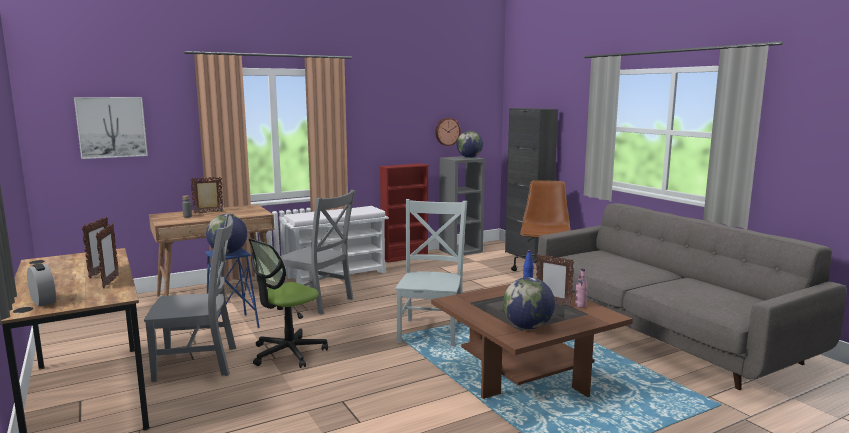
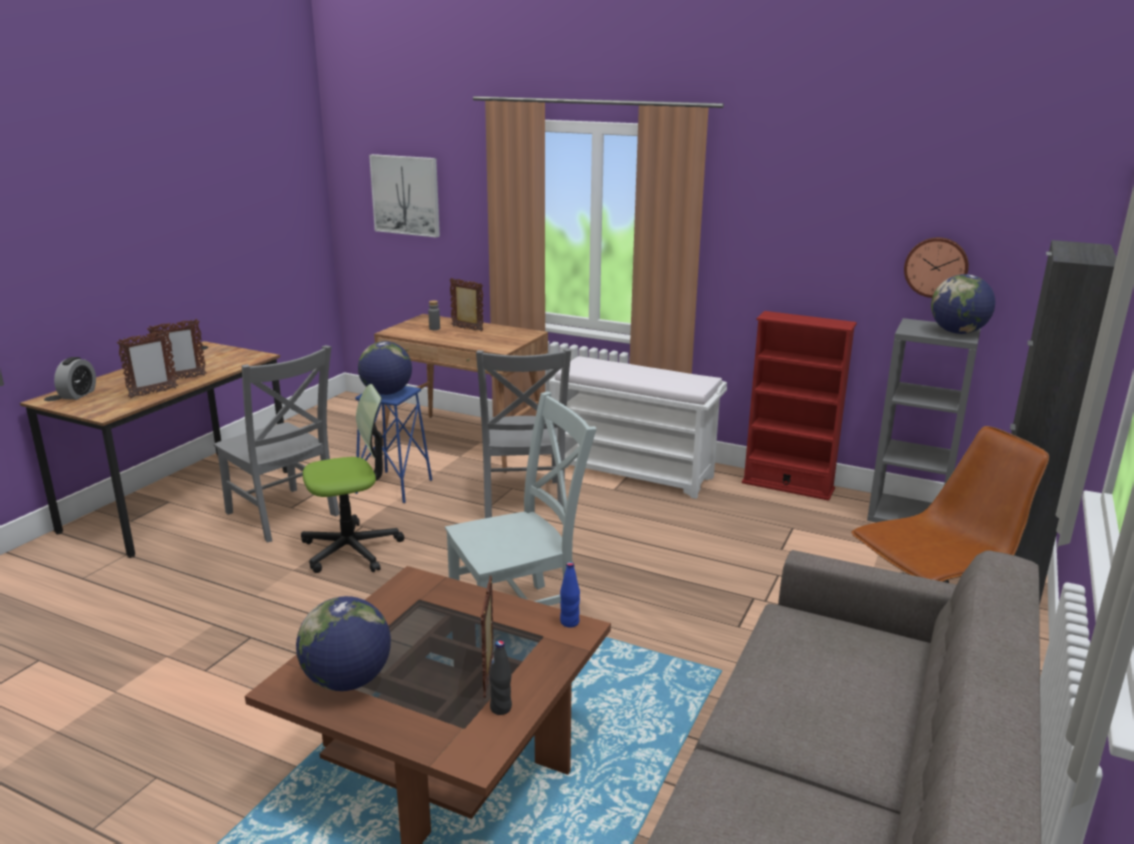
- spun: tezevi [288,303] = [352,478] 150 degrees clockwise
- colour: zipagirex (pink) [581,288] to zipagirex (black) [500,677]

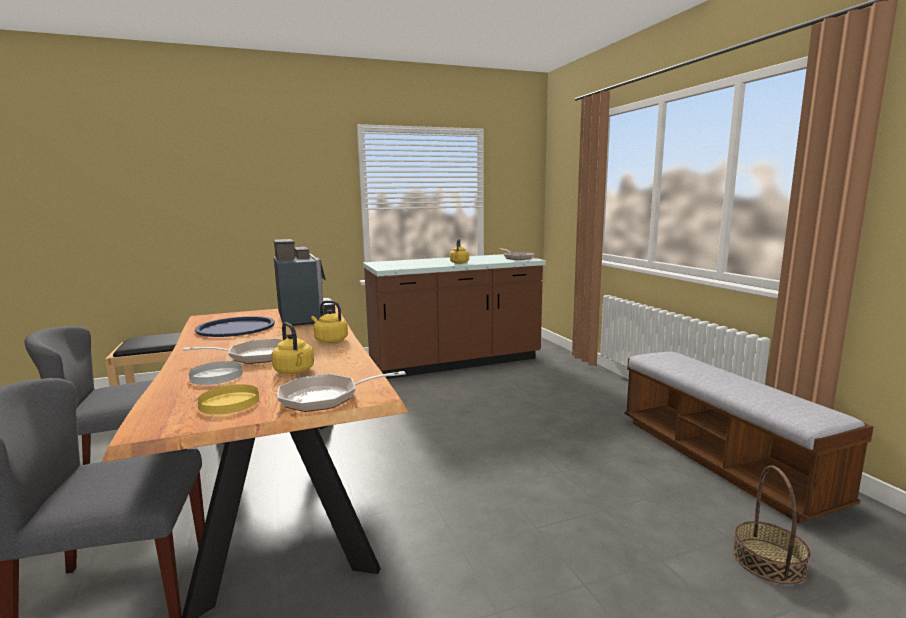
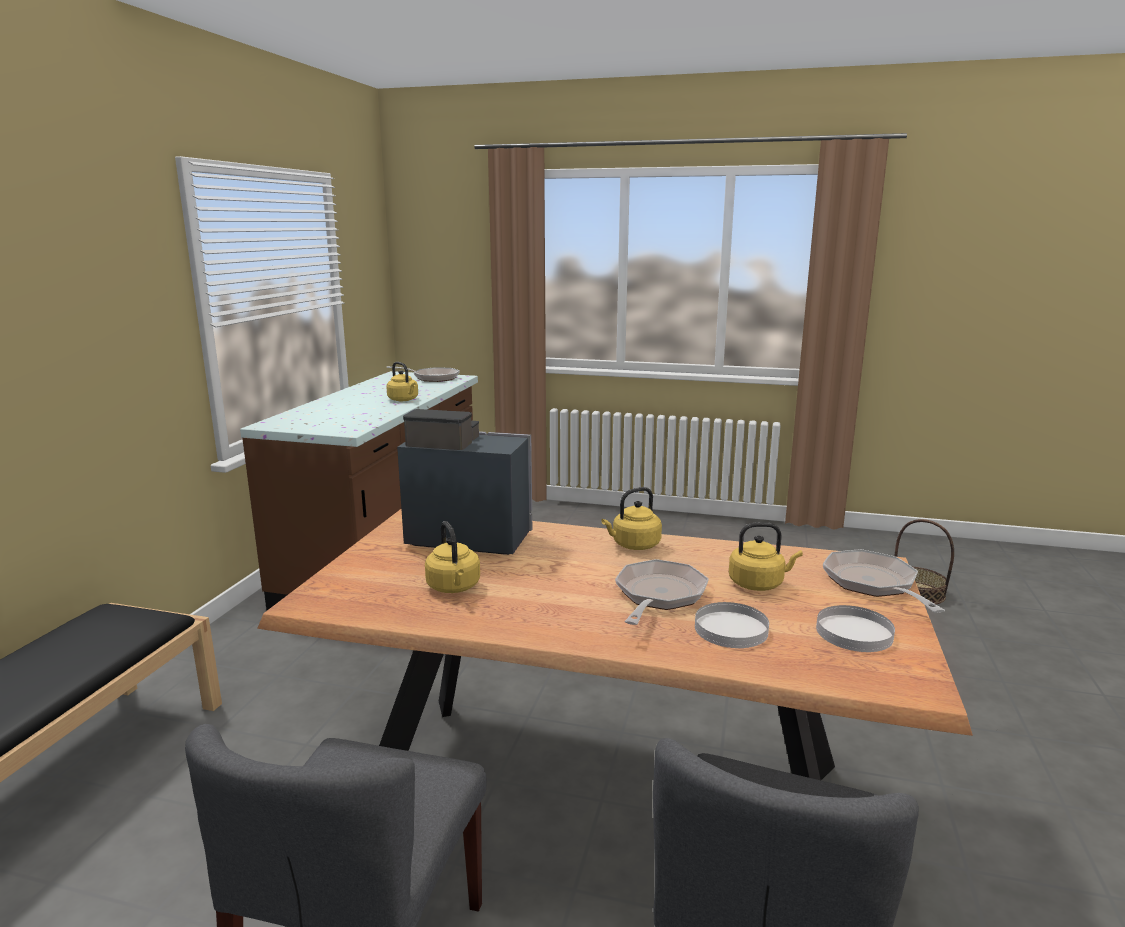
- exchanged: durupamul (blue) [235,326] to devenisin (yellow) [452,557]
- colour: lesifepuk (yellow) [228,400] to lesifepuk (white) [855,628]
- spun: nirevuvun [342,391] = [884,581] 150 degrees clockwise
- missing: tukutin [749,437]

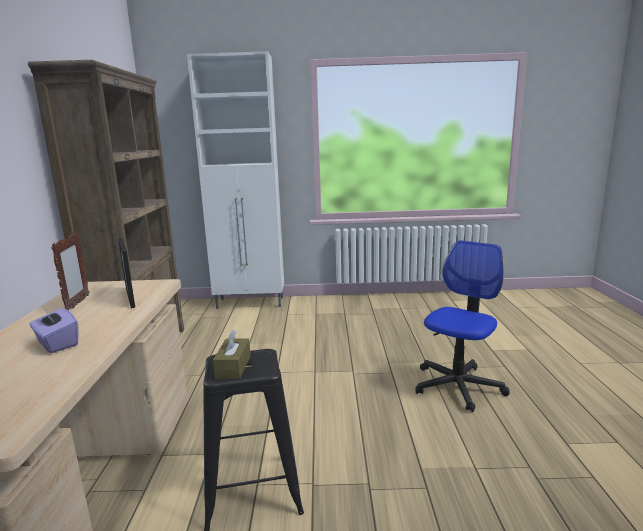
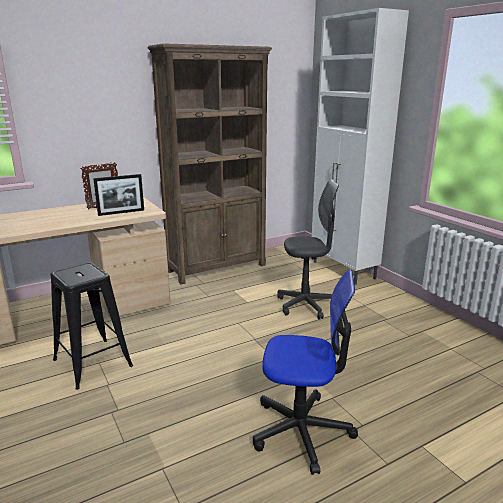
- missing: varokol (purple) [54,329]
- spun: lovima [126,273] = [118,195] 150 degrees counterclockwise
- missing: varokol (brown) [231,354]
- appeared: tezevi (grey) [308,249]

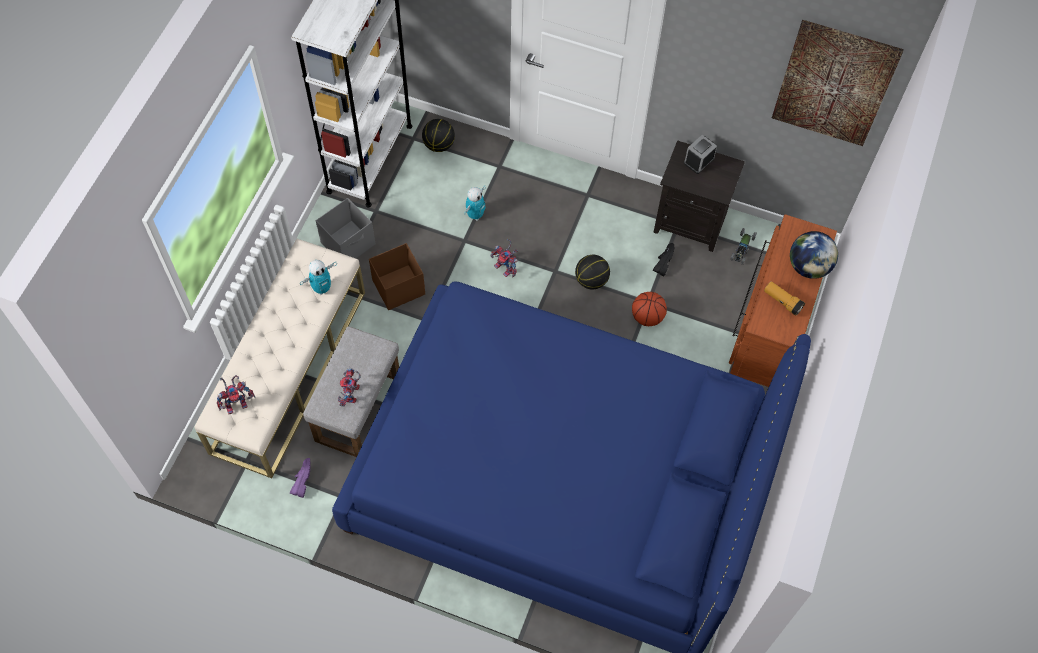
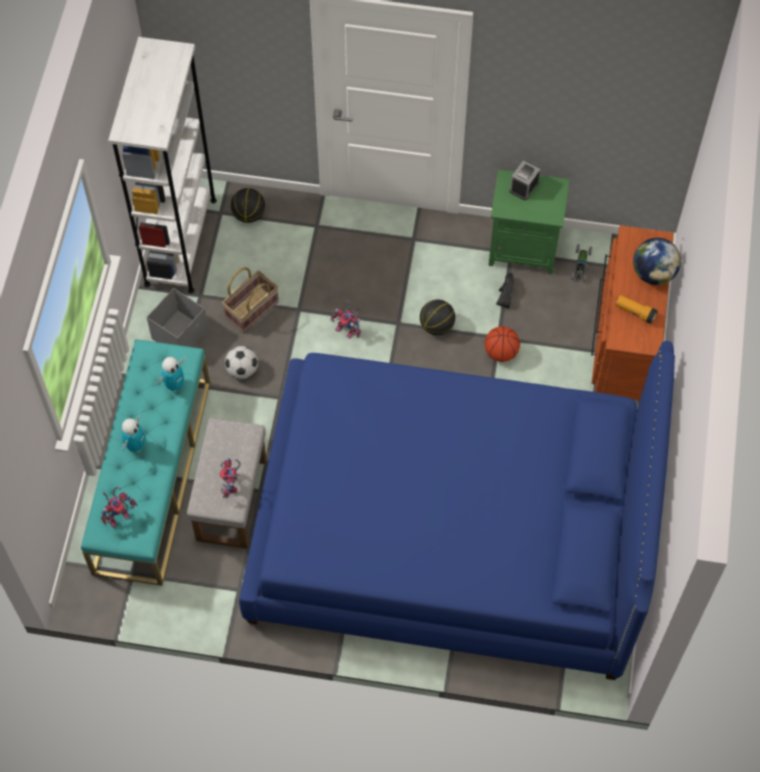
- colour: tukutin (beige) [279,358] to tukutin (turquoise) [145,462]
- missing: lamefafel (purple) [300,478]
- exchanged: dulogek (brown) [397,276] to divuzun [241,362]
- relocated: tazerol [475,203] to [134,432]
- colour: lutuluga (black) [699,196] to lutuluga (green) [529,222]
- missing: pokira [838,83]
- appeared: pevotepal [250,300]

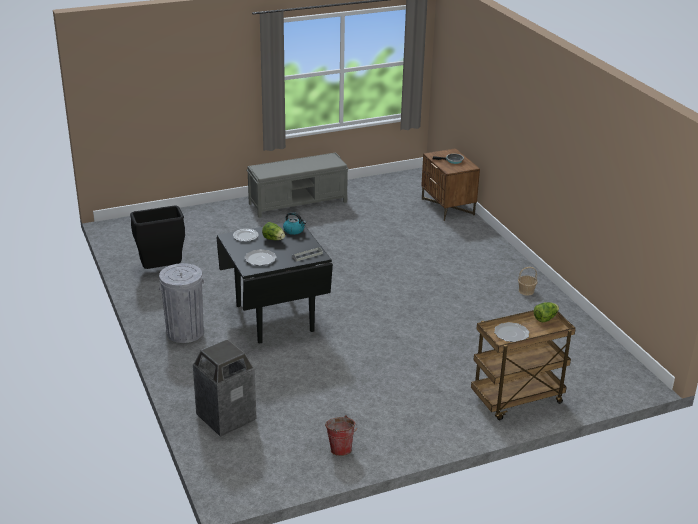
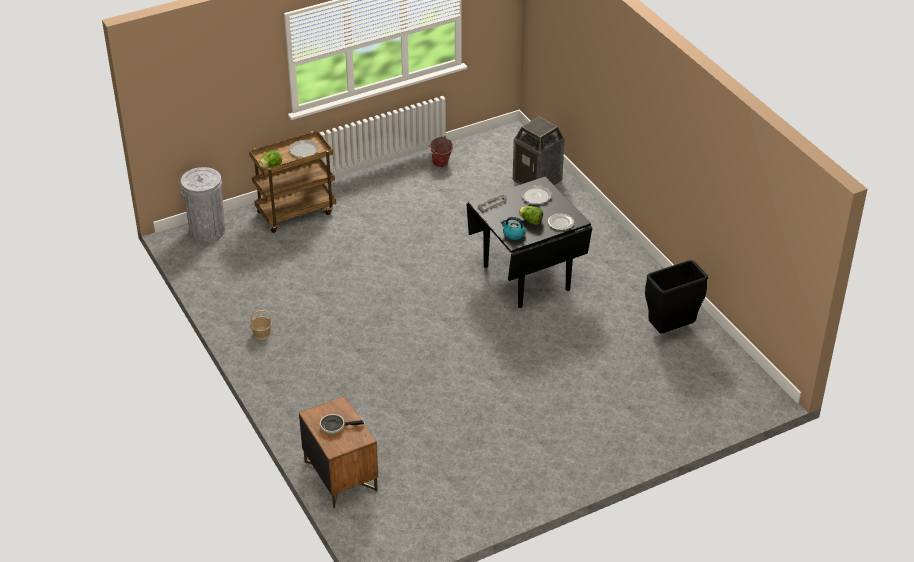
- relocated: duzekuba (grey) [181,303] to [203,204]
- missing: tukutin (grey) [297,185]

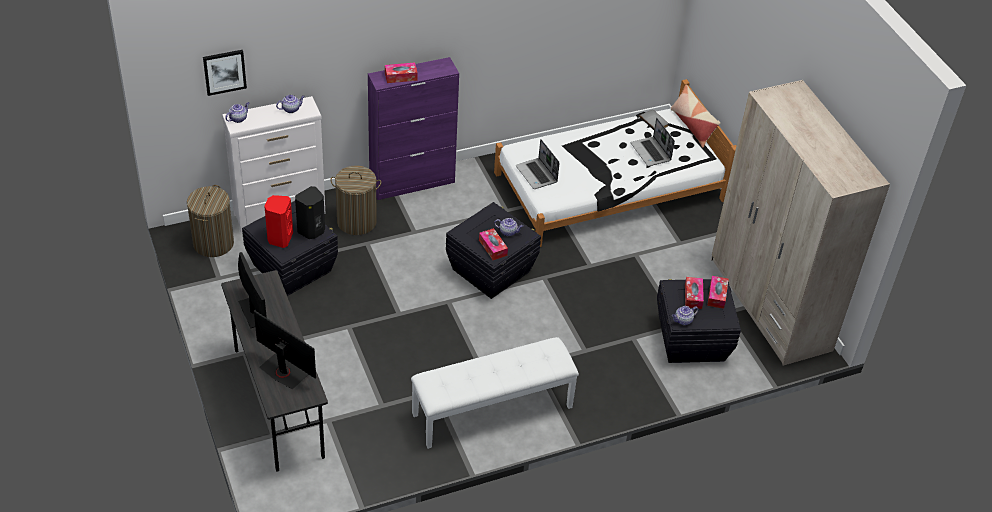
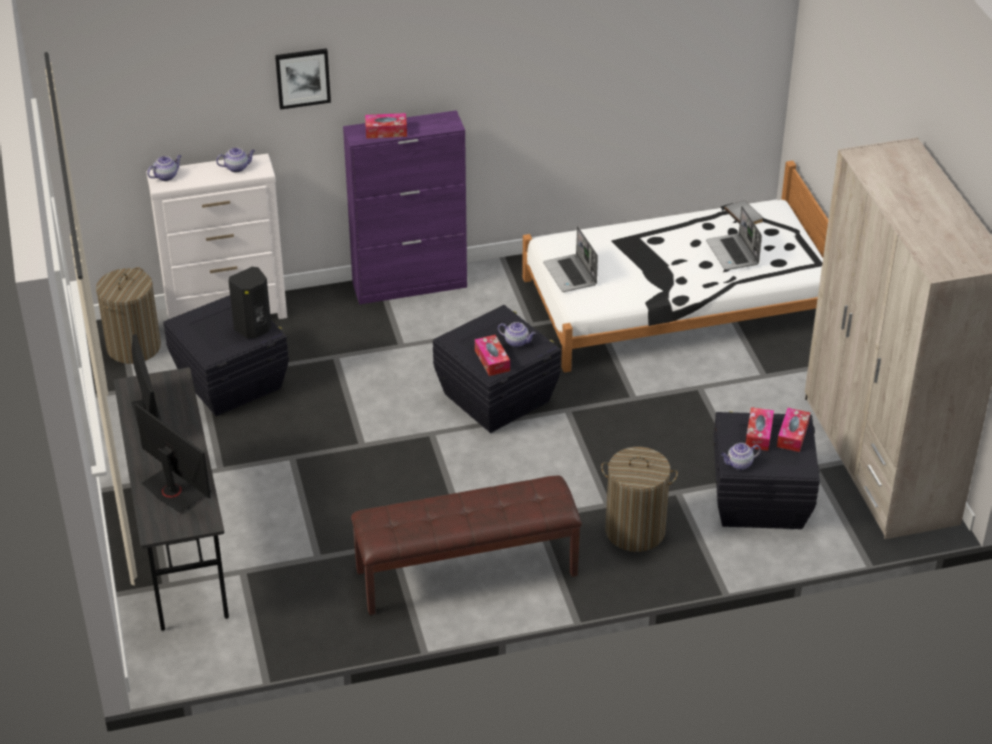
- relocated: pokira [225,73] to [303,79]
- missing: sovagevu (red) [278,221]
- relocated: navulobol [355,200] to [639,499]
- colour: tukutin (white) [495,393] to tukutin (brown) [466,545]
- missing: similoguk [695,116]

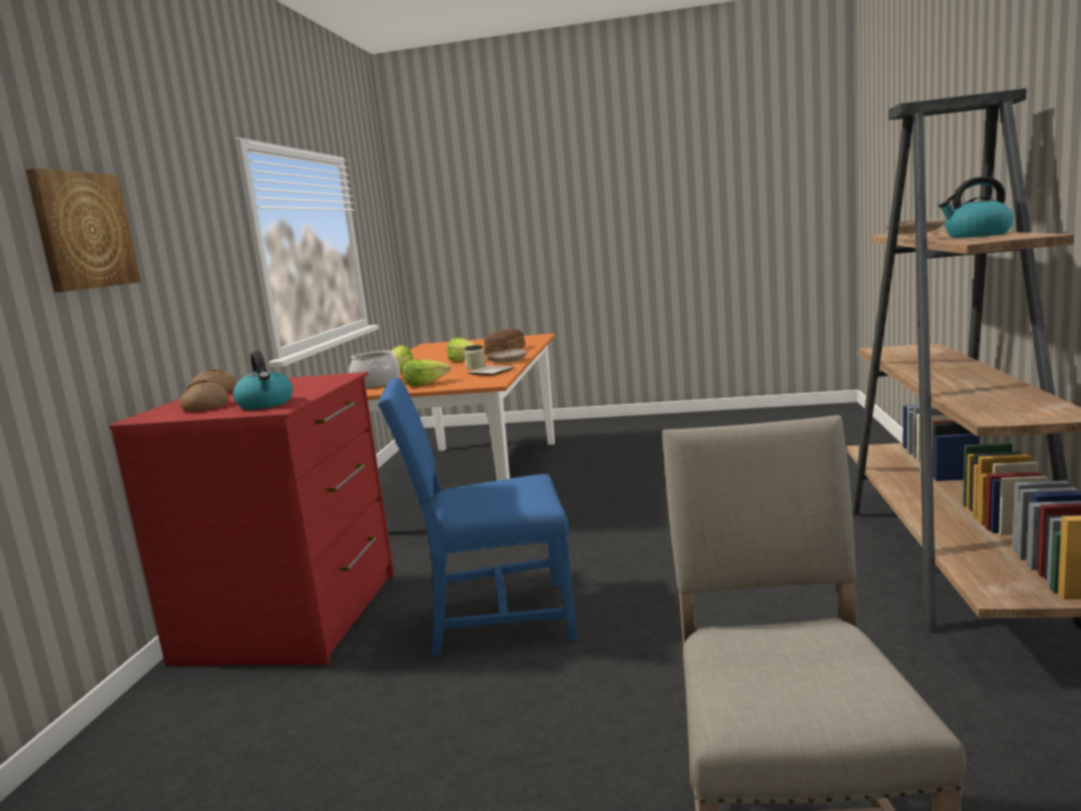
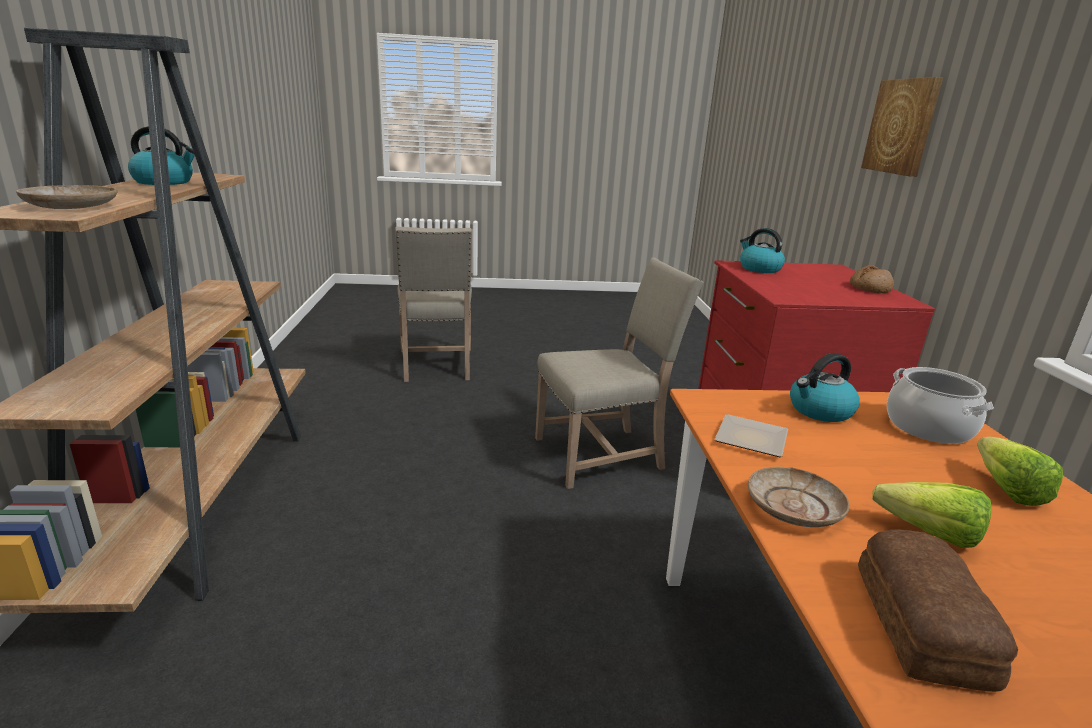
- missing: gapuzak [204,396]
- colour: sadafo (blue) [477,516] to sadafo (beige) [619,373]
- exchanged: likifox [426,372] to devenisin [825,387]
- missing: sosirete [475,357]

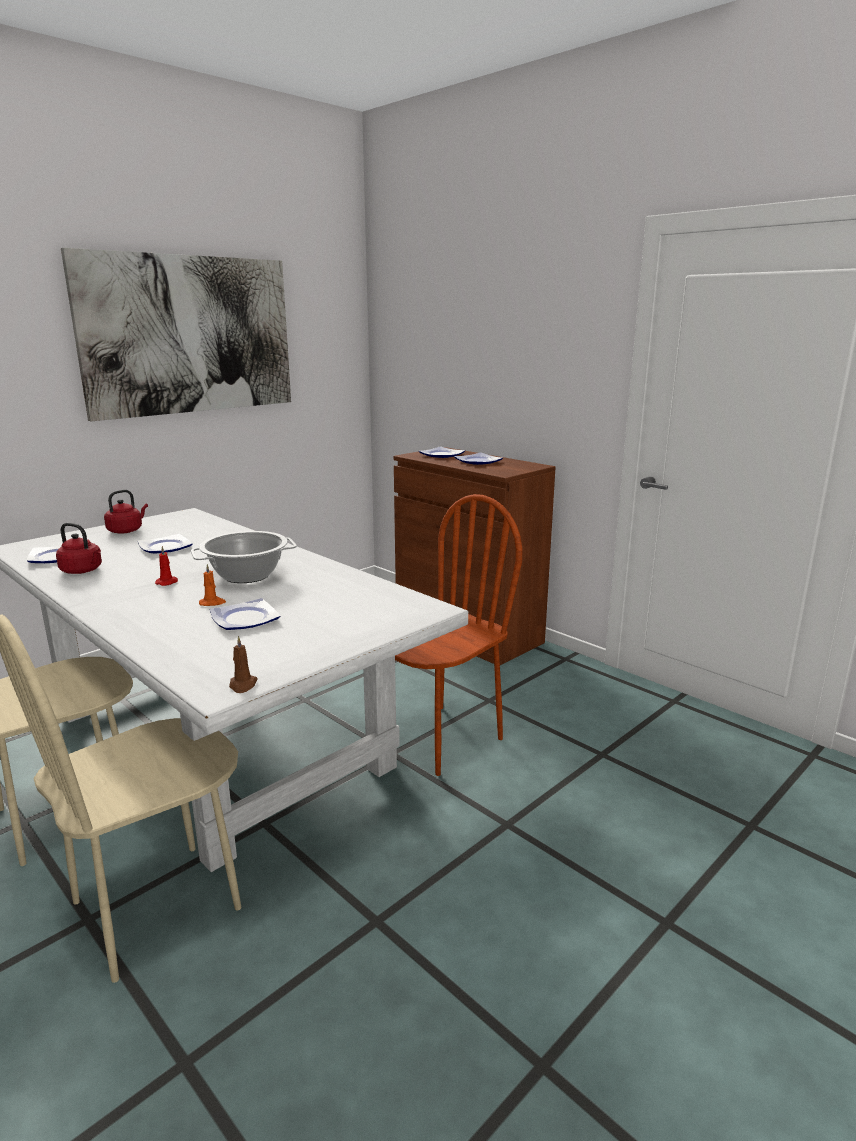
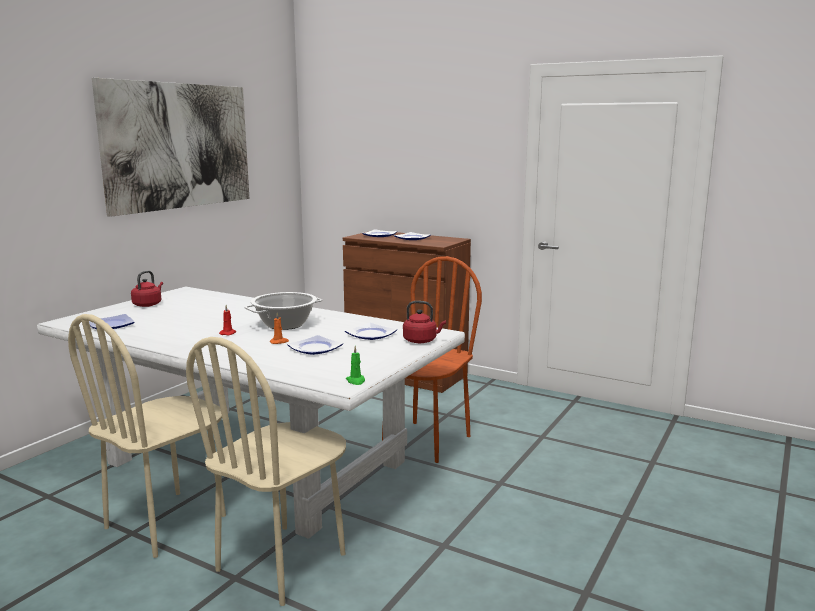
- relocated: devenisin (red) [79,548] to [424,322]
- relocated: lesifepuk [165,543] to [371,331]
- colour: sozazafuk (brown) [243,664] to sozazafuk (green) [355,365]

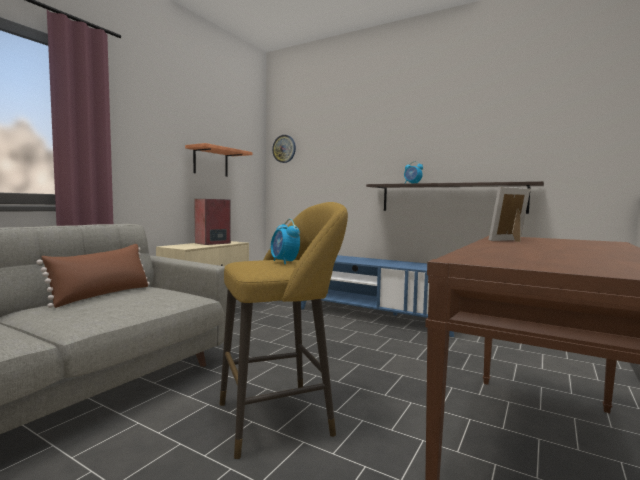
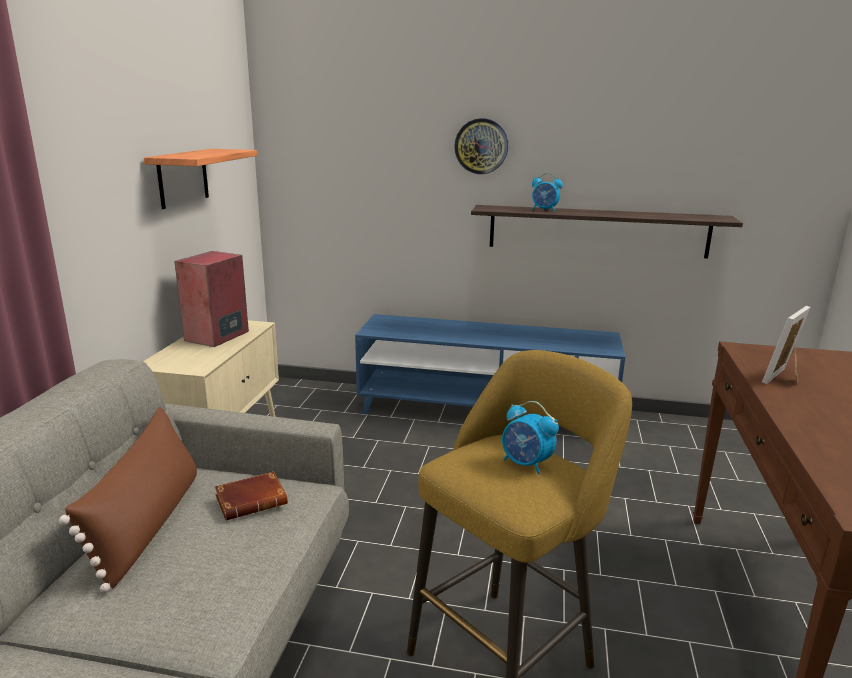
- relocated: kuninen [284,149] to [481,146]
- appeared: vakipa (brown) [251,496]

